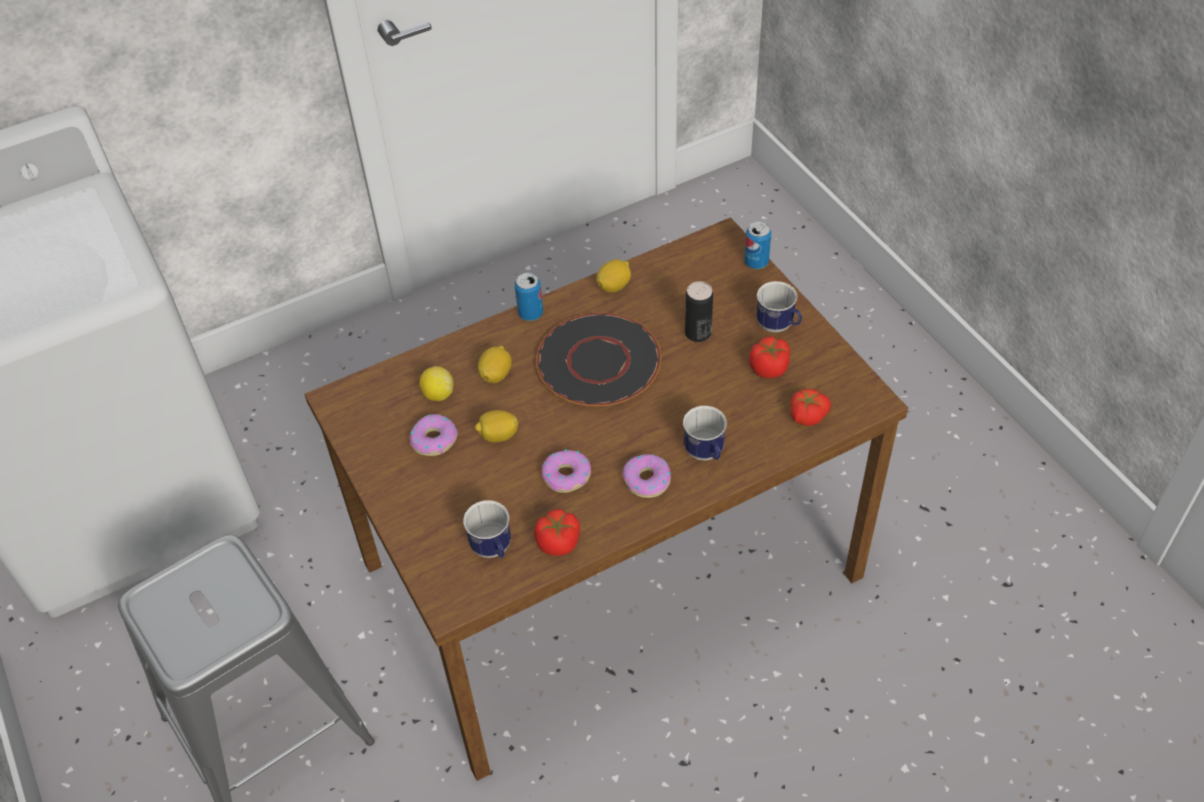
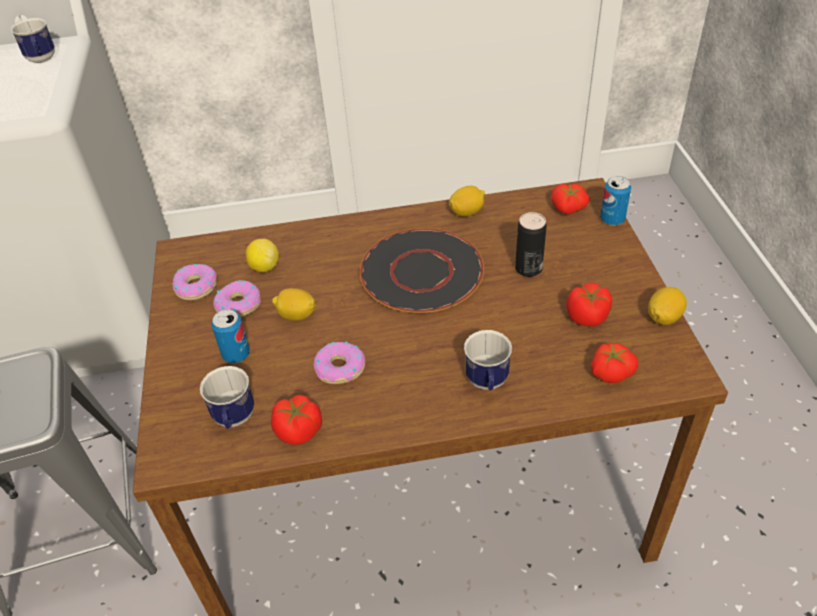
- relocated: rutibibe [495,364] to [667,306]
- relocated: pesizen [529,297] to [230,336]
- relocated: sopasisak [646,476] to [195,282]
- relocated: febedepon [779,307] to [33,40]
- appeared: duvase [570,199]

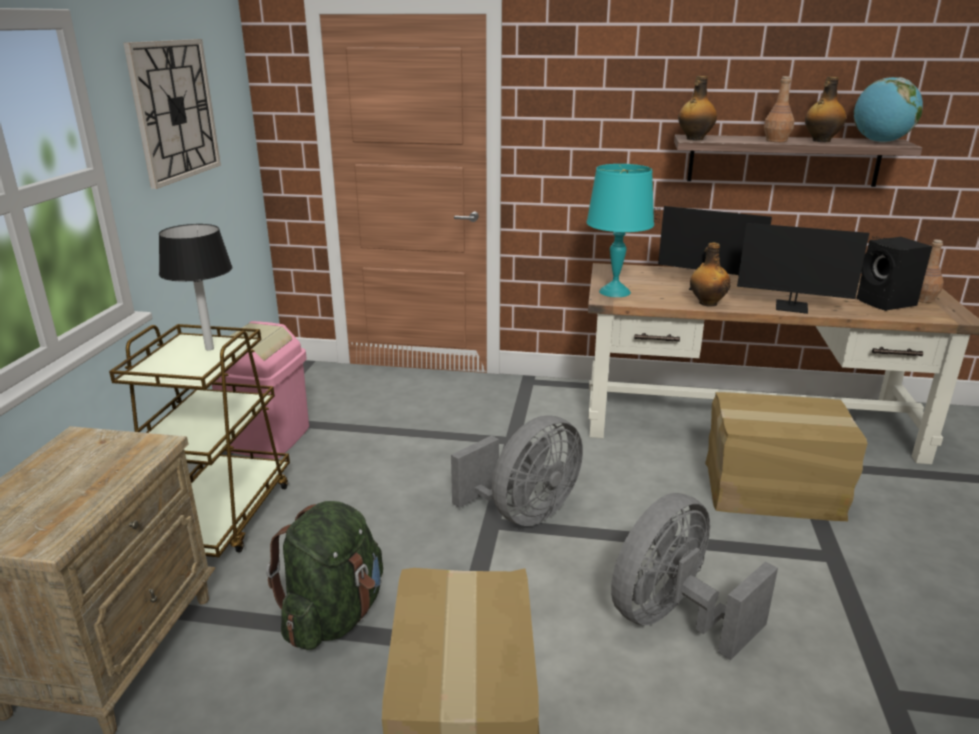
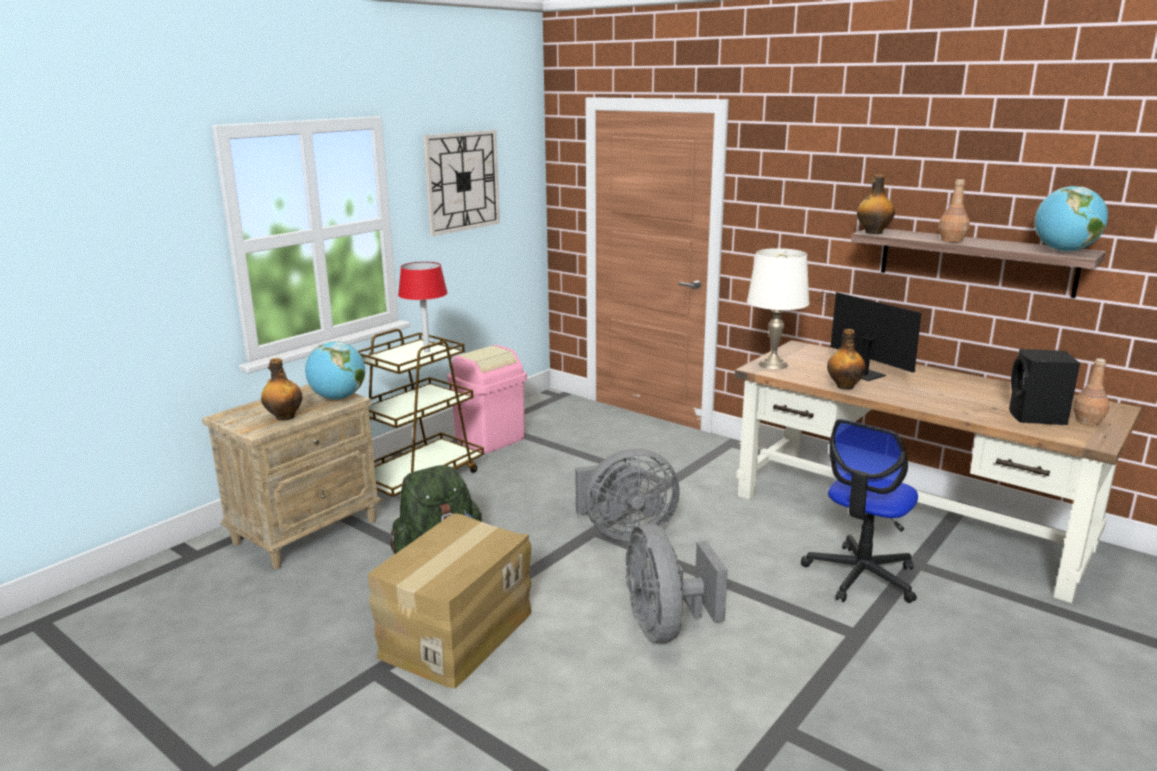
- colour: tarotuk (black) [195,287] to tarotuk (red) [423,307]
- colour: tarotuk (turquoise) [620,230] to tarotuk (white) [778,308]
- spun: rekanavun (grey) [694,576] = [676,583] 90 degrees counterclockwise
- exchanged: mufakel [786,456] to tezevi [859,511]
- missing: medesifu [821,268]
- relocated: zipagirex [825,109] to [281,389]
- appeared: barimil [335,370]

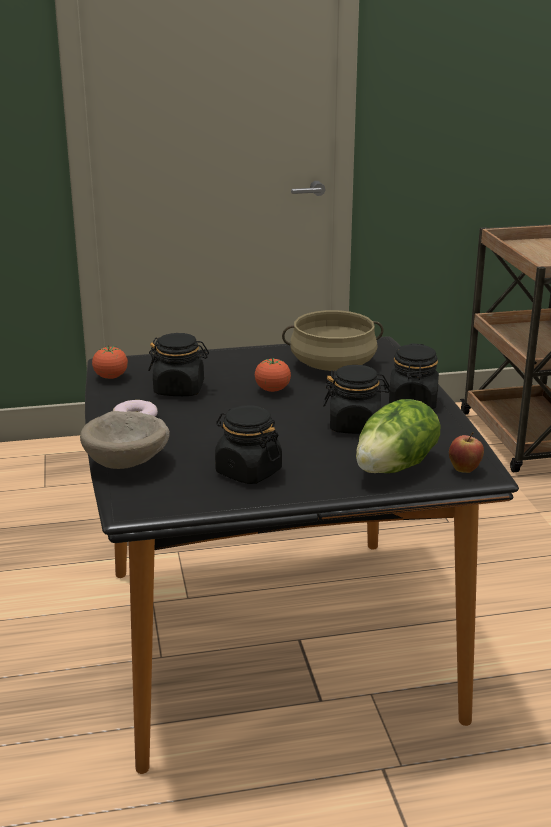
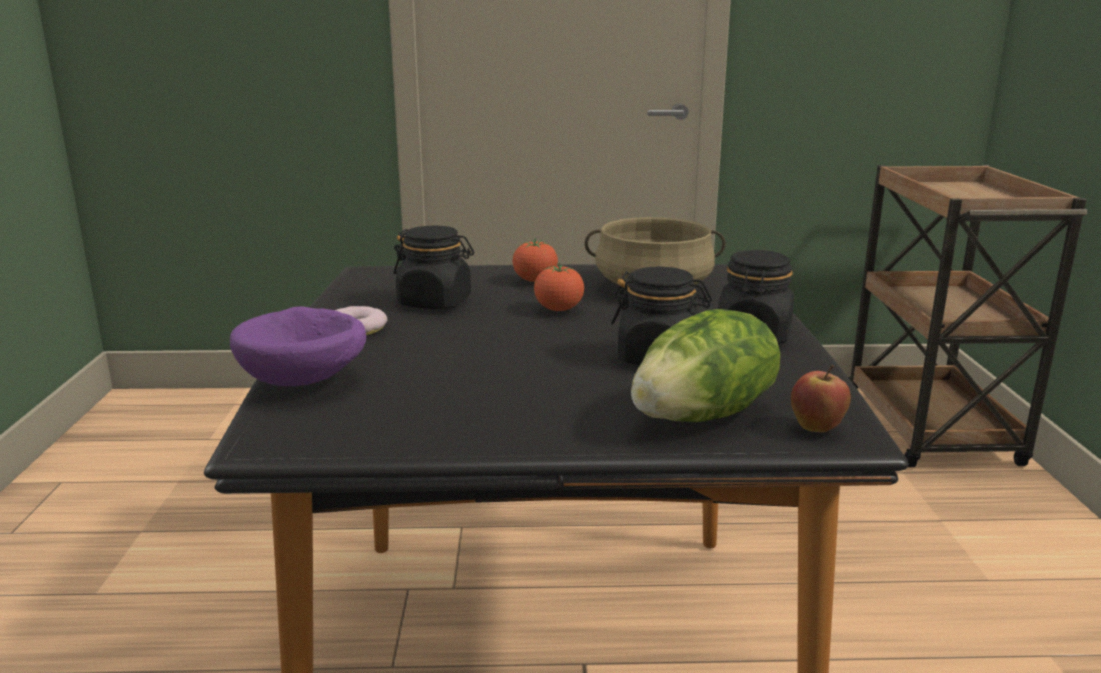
- colour: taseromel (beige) [125,440] to taseromel (purple) [298,346]
- relocated: duvase [110,362] to [535,260]
- missing: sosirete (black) [248,444]

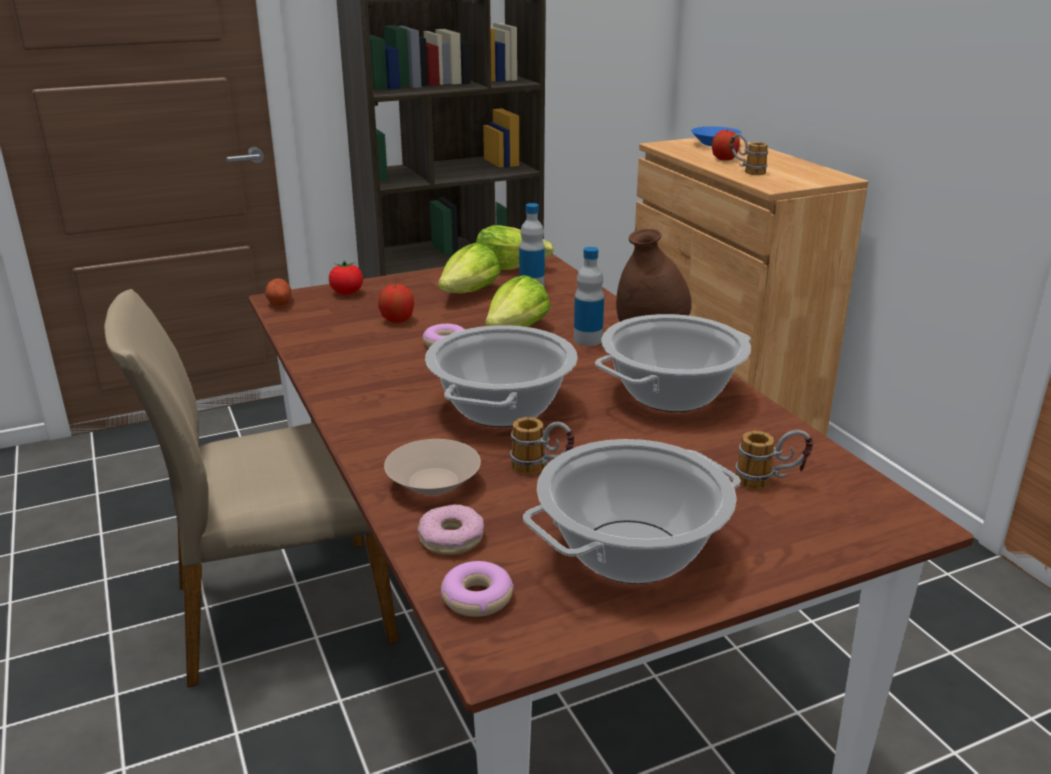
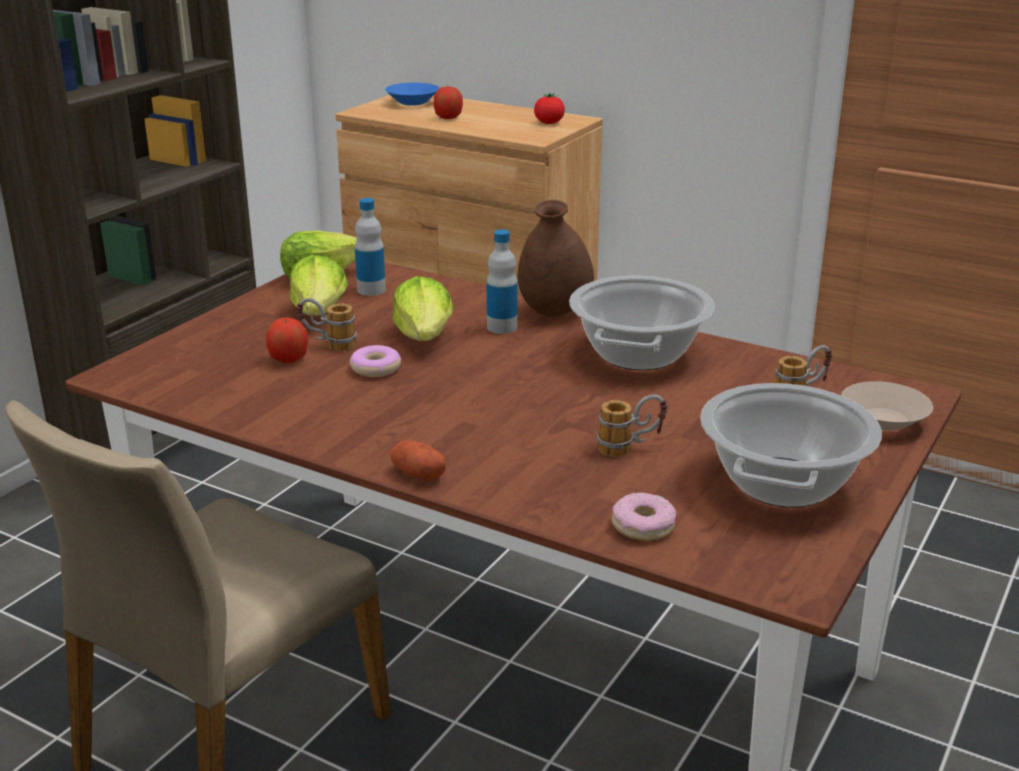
- relocated: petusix [278,292] to [418,460]
- relocated: duvase [346,277] to [549,108]
- relocated: taseromel (beige) [432,467] to [887,406]
- missing: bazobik [501,376]
- missing: sopasisak [477,589]
- relocated: febedepon [749,154] to [327,324]

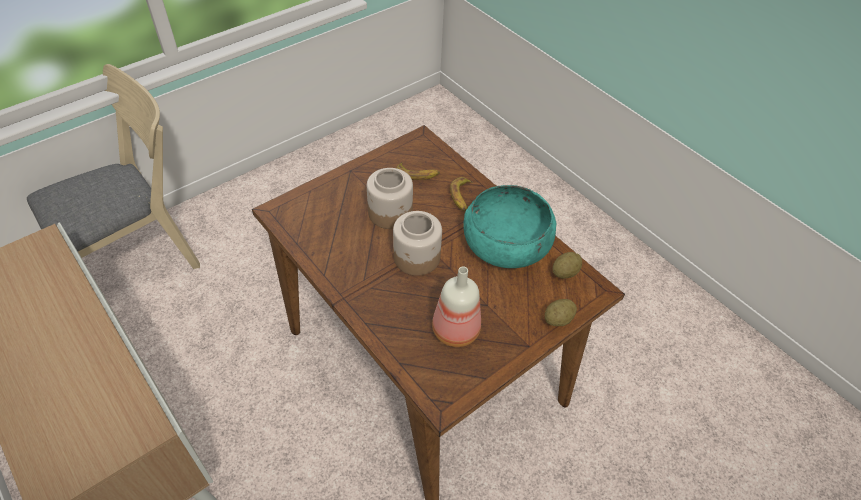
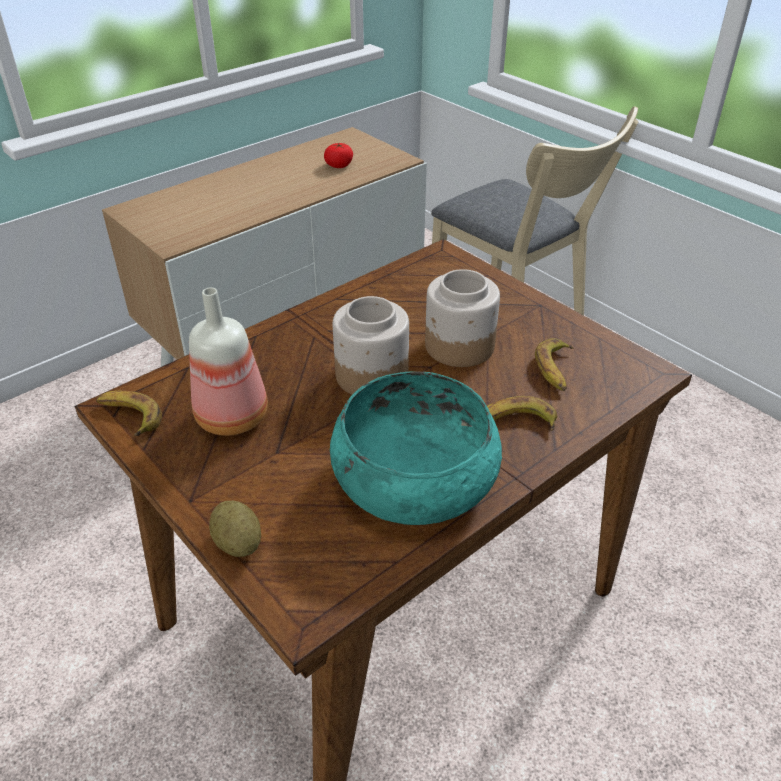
- missing: petusix [567,265]
- appeared: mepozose [129,413]
- appeared: duvase [338,155]

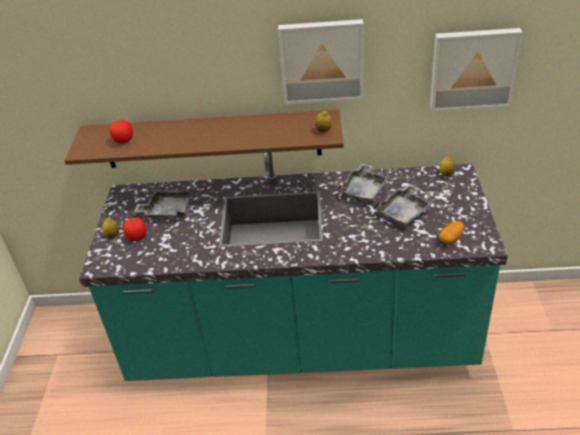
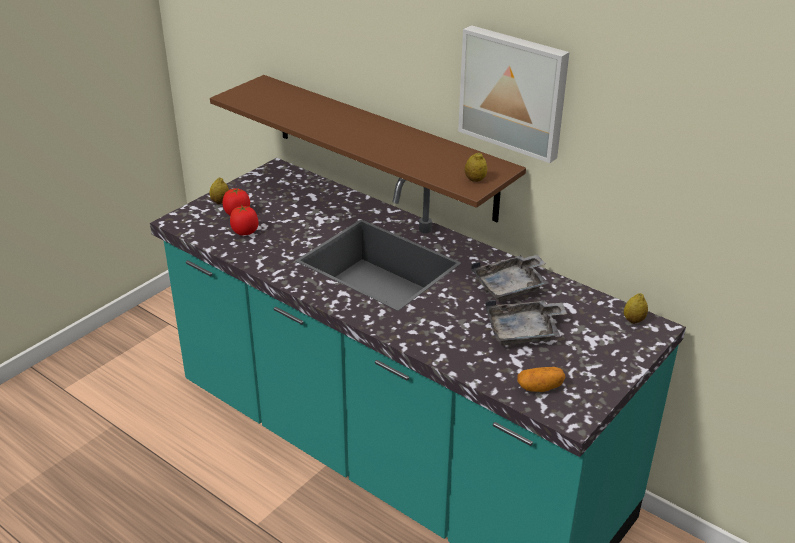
- relocated: duvase [121,131] to [244,220]
- missing: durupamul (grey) [163,204]
- missing: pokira [476,69]

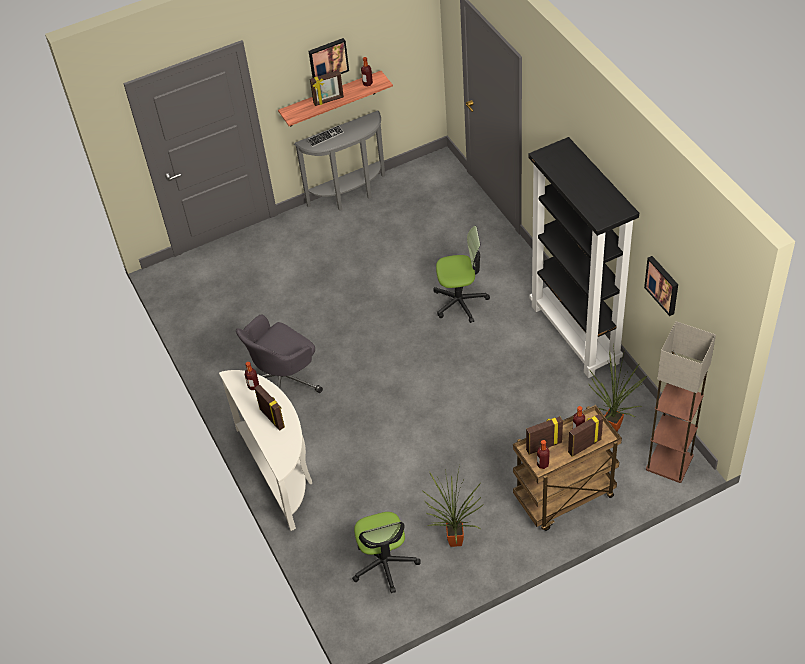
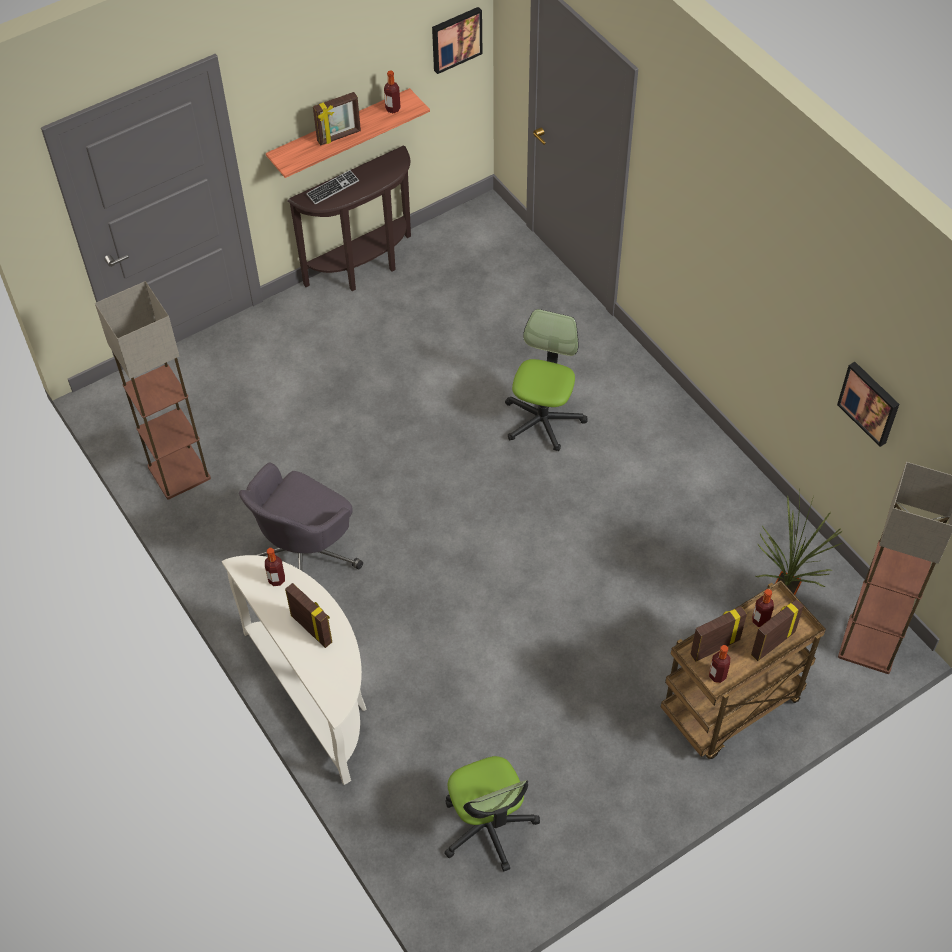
- colour: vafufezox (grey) [339,160] to vafufezox (brown) [349,218]
- relocated: pokira [329,58] to [457,40]
- missing: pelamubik [453,506]
- spun: tezevi [461,274] = [546,380] 60 degrees counterclockwise
- missing: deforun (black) [584,257]
- appeared: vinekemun [153,390]

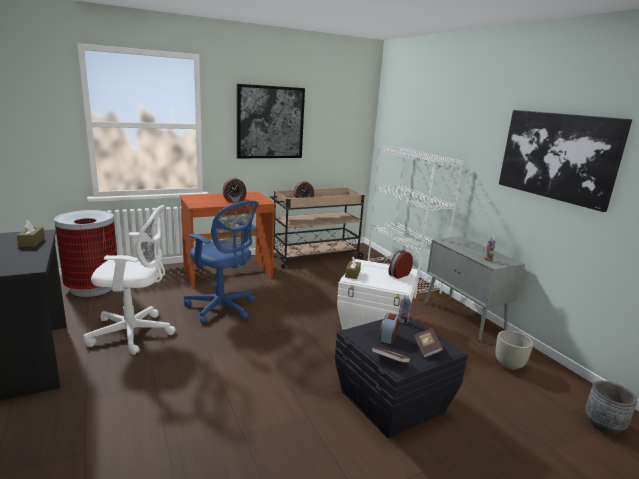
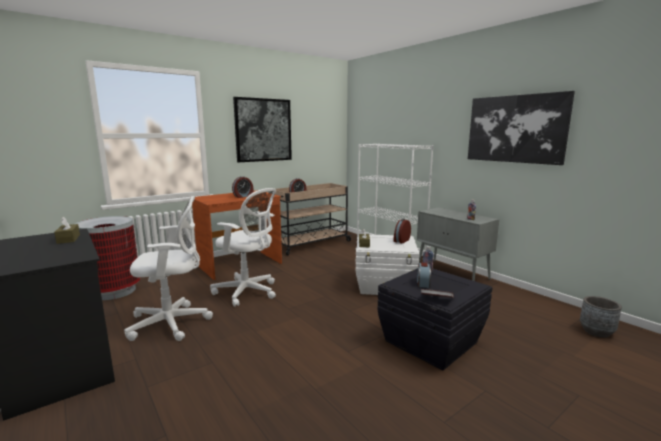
- colour: tezevi (blue) [221,262] to tezevi (white) [243,247]
- missing: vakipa [428,343]
- missing: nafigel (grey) [514,350]

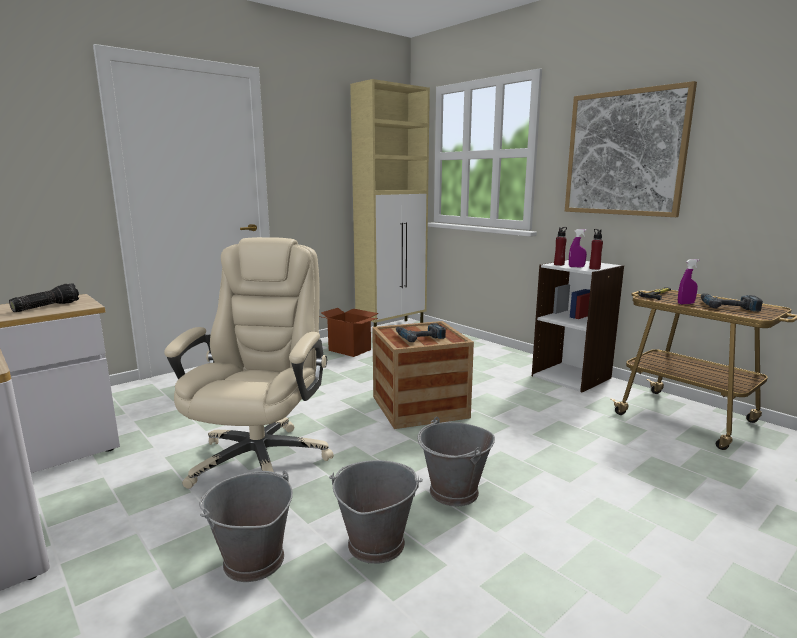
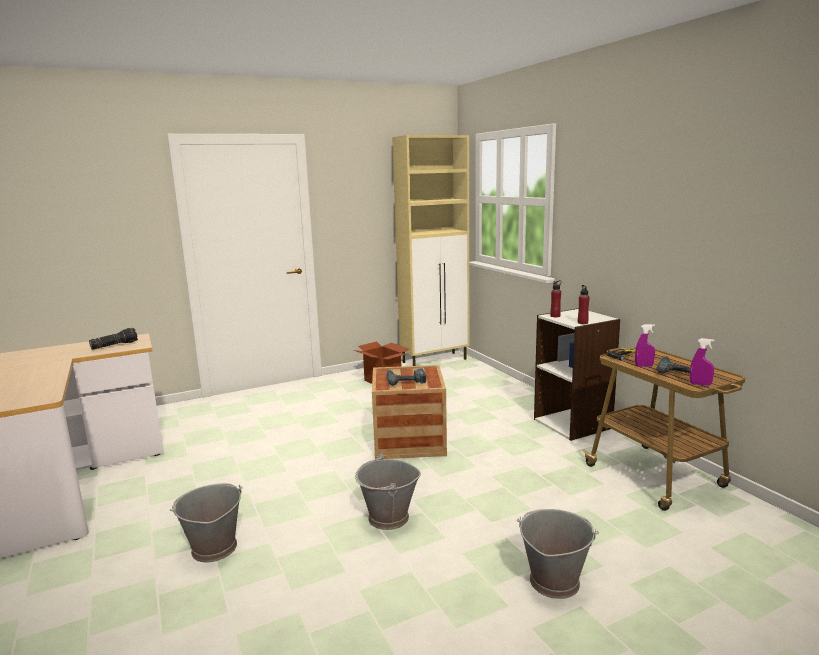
- missing: tezevi (beige) [249,363]
- relocated: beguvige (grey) [376,512] to [558,554]
- missing: pokira [631,149]
- relocated: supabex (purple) [578,248] to [702,362]

